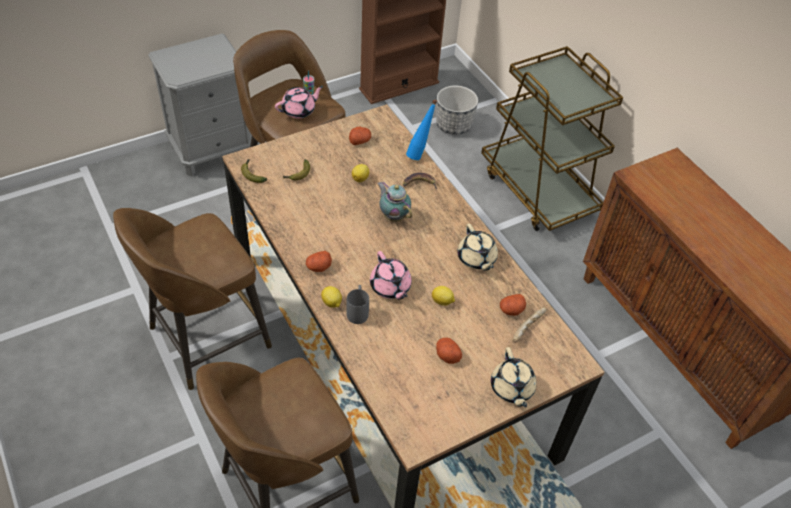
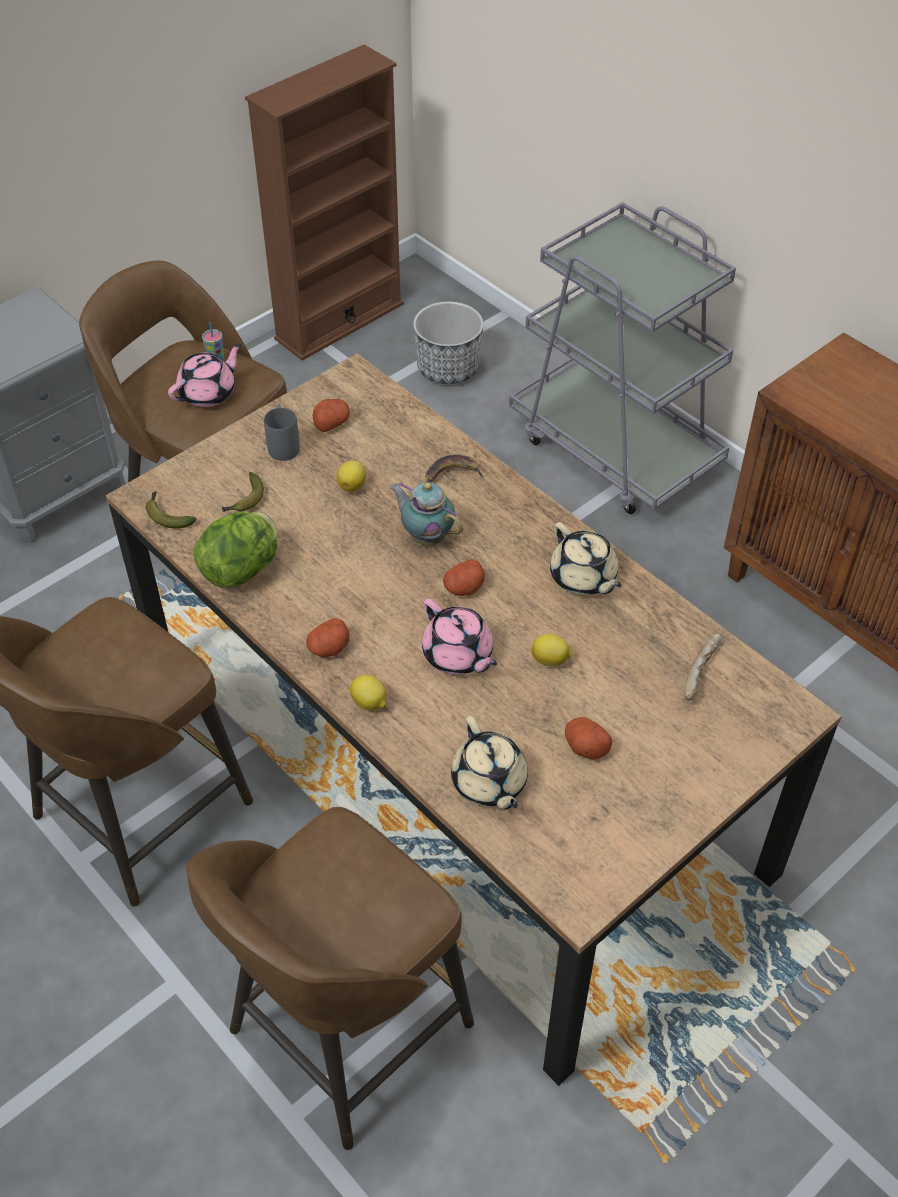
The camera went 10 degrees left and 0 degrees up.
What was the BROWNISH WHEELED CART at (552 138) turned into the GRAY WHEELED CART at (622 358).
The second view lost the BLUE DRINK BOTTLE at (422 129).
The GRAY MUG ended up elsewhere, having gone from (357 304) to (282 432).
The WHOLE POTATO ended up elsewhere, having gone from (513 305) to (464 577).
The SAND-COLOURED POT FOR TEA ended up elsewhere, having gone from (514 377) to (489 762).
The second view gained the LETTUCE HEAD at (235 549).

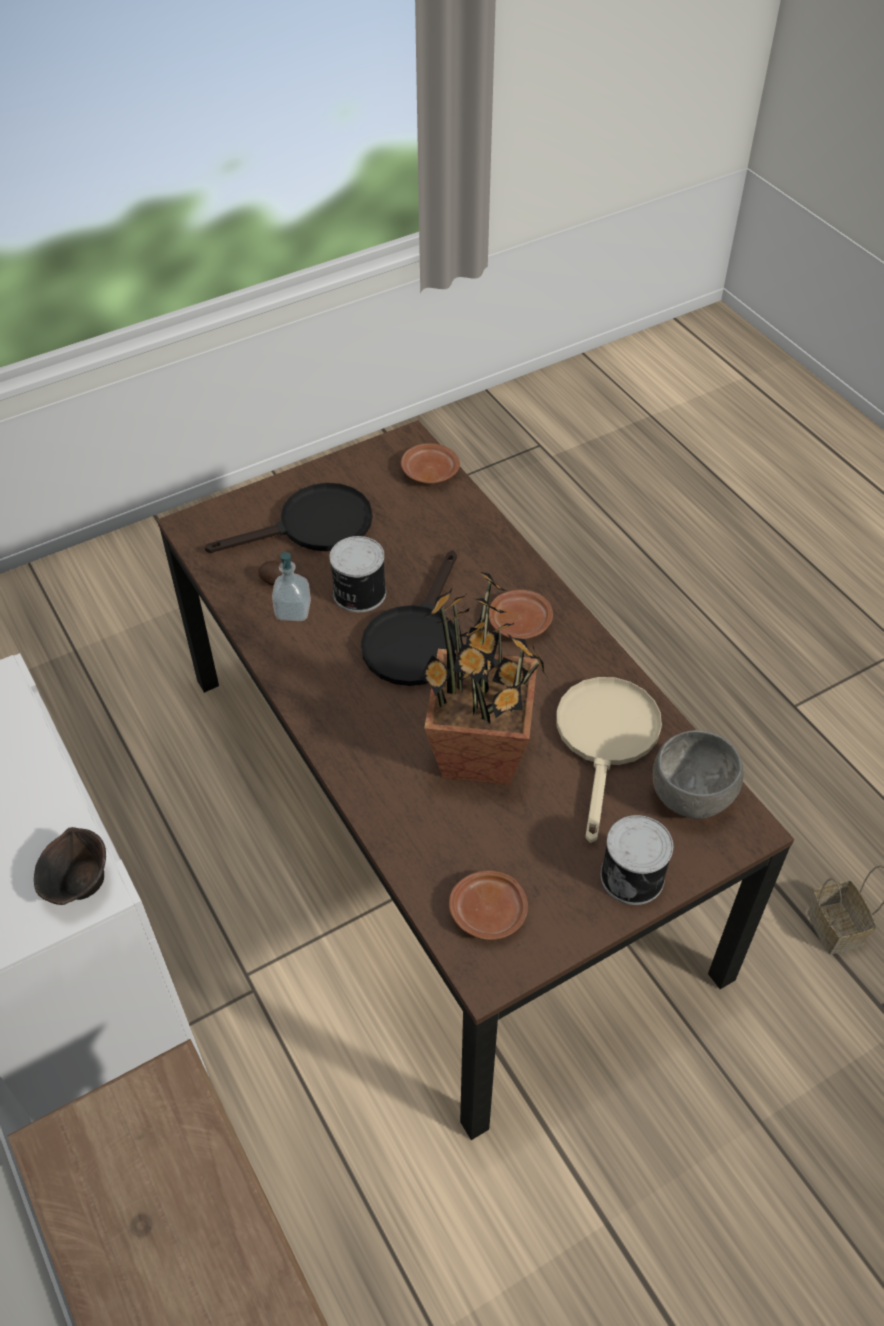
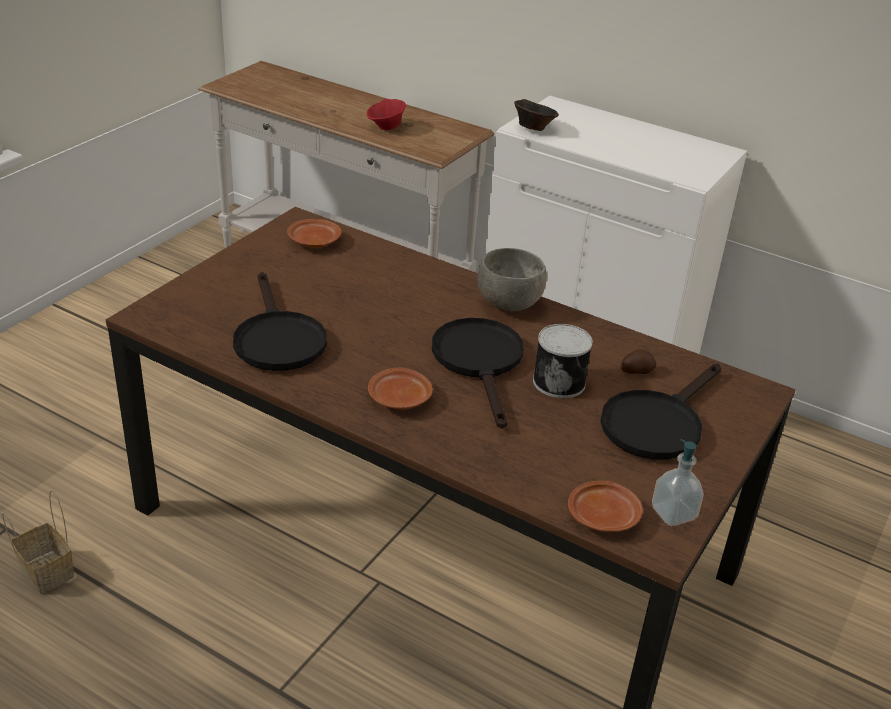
The camera went 150 degrees right and 15 degrees down.
The LIQUID SOAP BOTTLE ended up elsewhere, having gone from (291 586) to (678 482).
The second view lost the HOUSEPLANT at (484 678).
What was the SAND-COLOURED FRYING PAN at (609 760) turned into the BLACKISH FRYING PAN at (280 321).
The GRAY SERVING BOWL ended up elsewhere, having gone from (698 774) to (512 279).
The second view lost the SEALED CAN at (637 860).
The second view gained the REDDISH SERVING BOWL at (386 114).

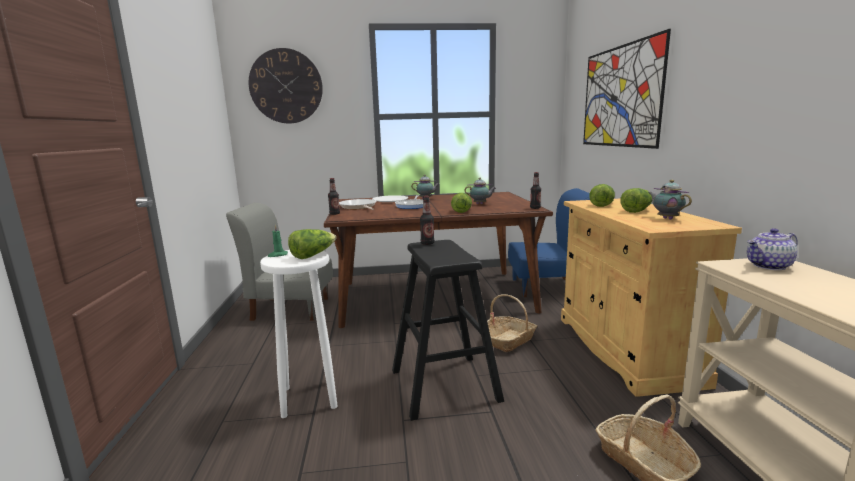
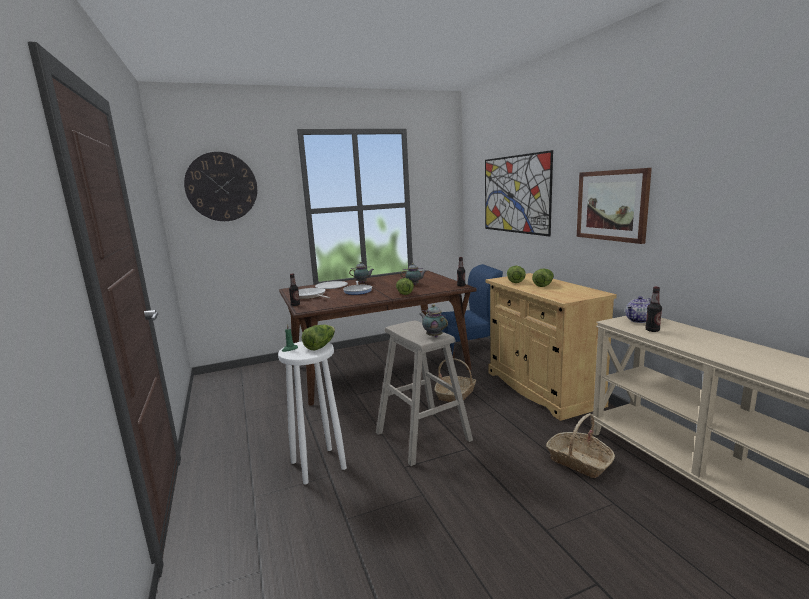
The camera went 15 degrees left and 0 degrees up.
The POT FOR TEA ended up elsewhere, having gone from (670 200) to (434 320).
The DRINK BOTTLE ended up elsewhere, having gone from (427 220) to (653 309).
The second view lost the GRAY UPRIGHT CHAIR at (279 262).
What was the BLACKISH STOOL at (448 330) turned into the SAND-COLOURED STOOL at (424 393).
The second view gained the WALL PICTURE at (614 206).

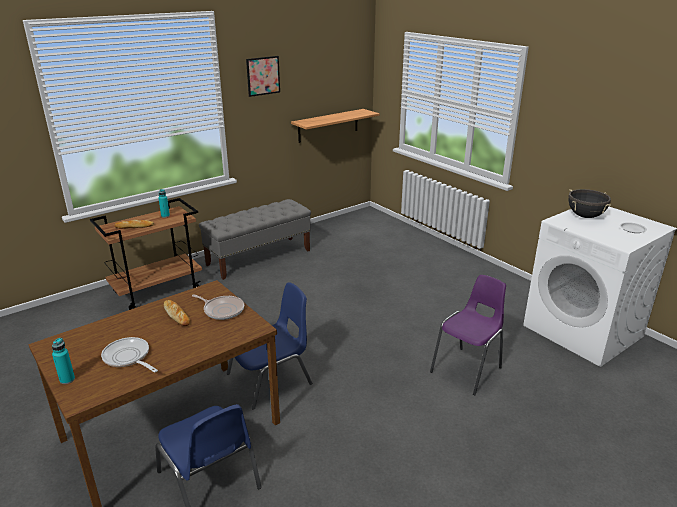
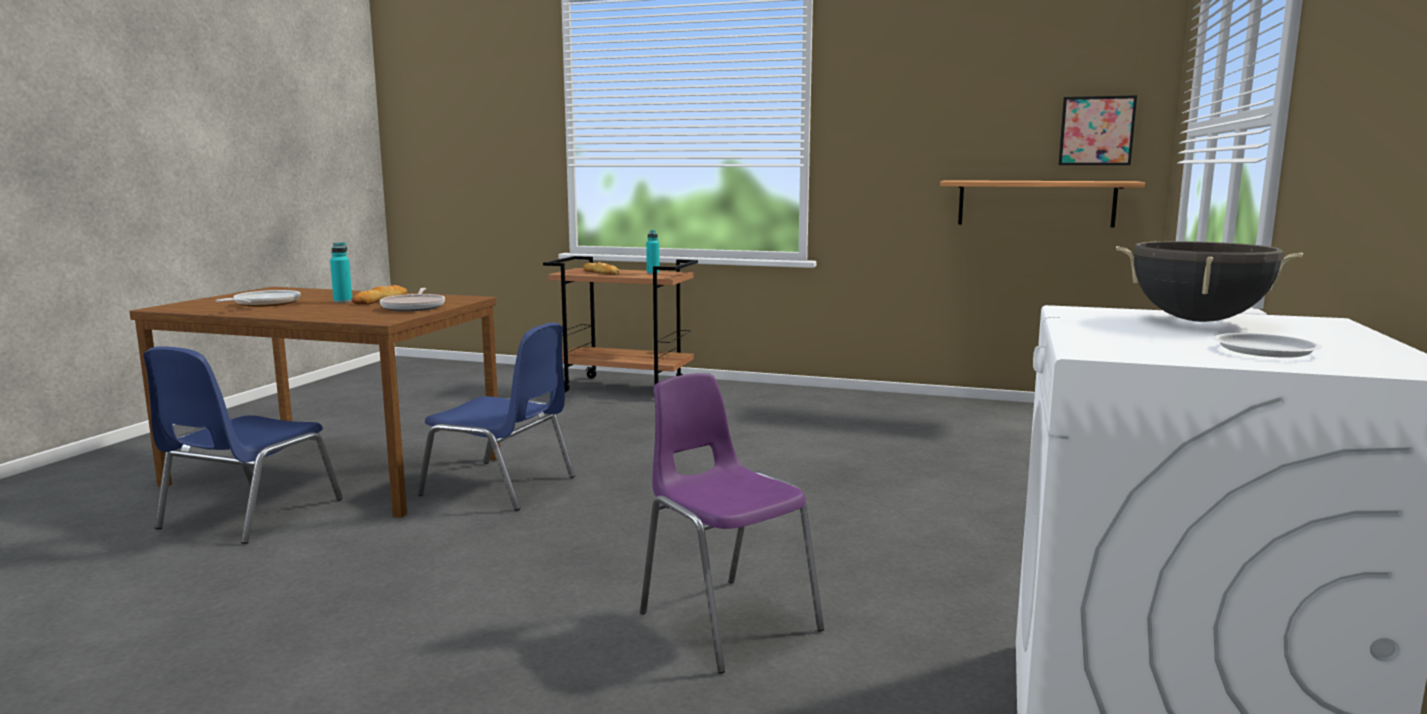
The camera went 55 degrees right and 15 degrees down.
The WALL PICTURE ended up elsewhere, having gone from (263 76) to (1098 130).
The second view lost the GRAY LONG SEAT at (255 239).
The PURPLISH UPRIGHT CHAIR at (468 335) ended up facing another way, 135 degrees counterclockwise from before.
The TURQUOISE-COLOURED DRINK BOTTLE ended up elsewhere, having gone from (63 361) to (341 272).

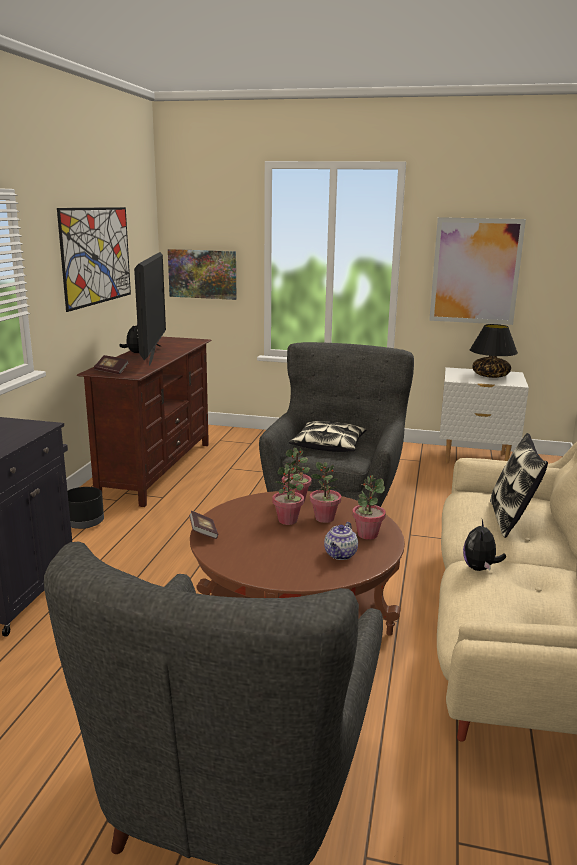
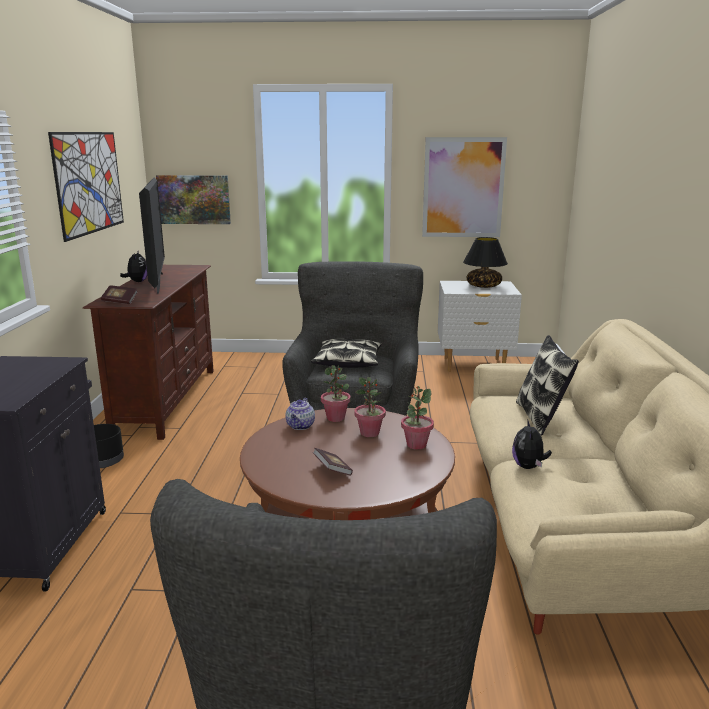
The camera went 10 degrees left and 0 degrees up.
The second view lost the HOUSEPLANT at (288 494).
The BOUND BOOK ended up elsewhere, having gone from (203 525) to (333 462).
The POT FOR TEA ended up elsewhere, having gone from (341 541) to (300 414).

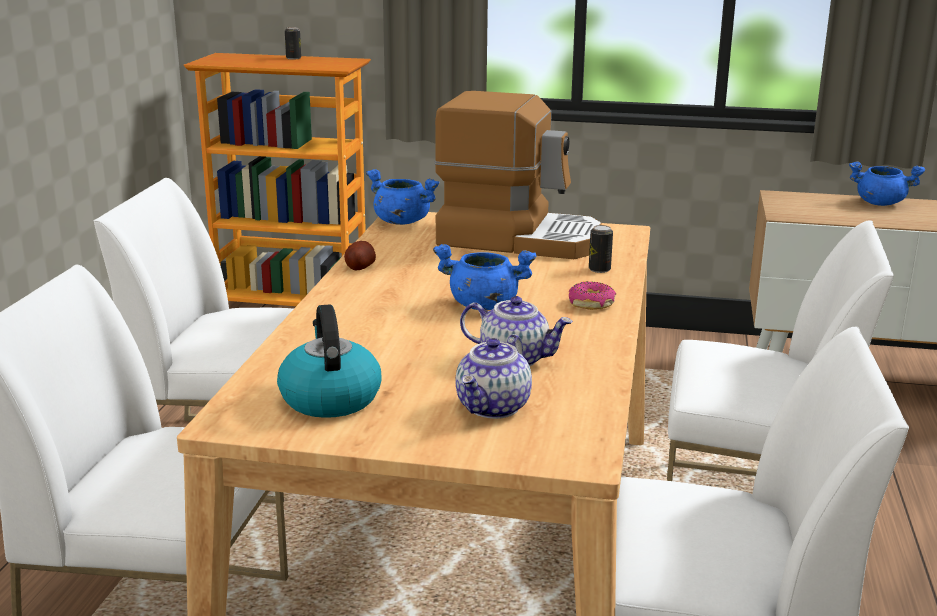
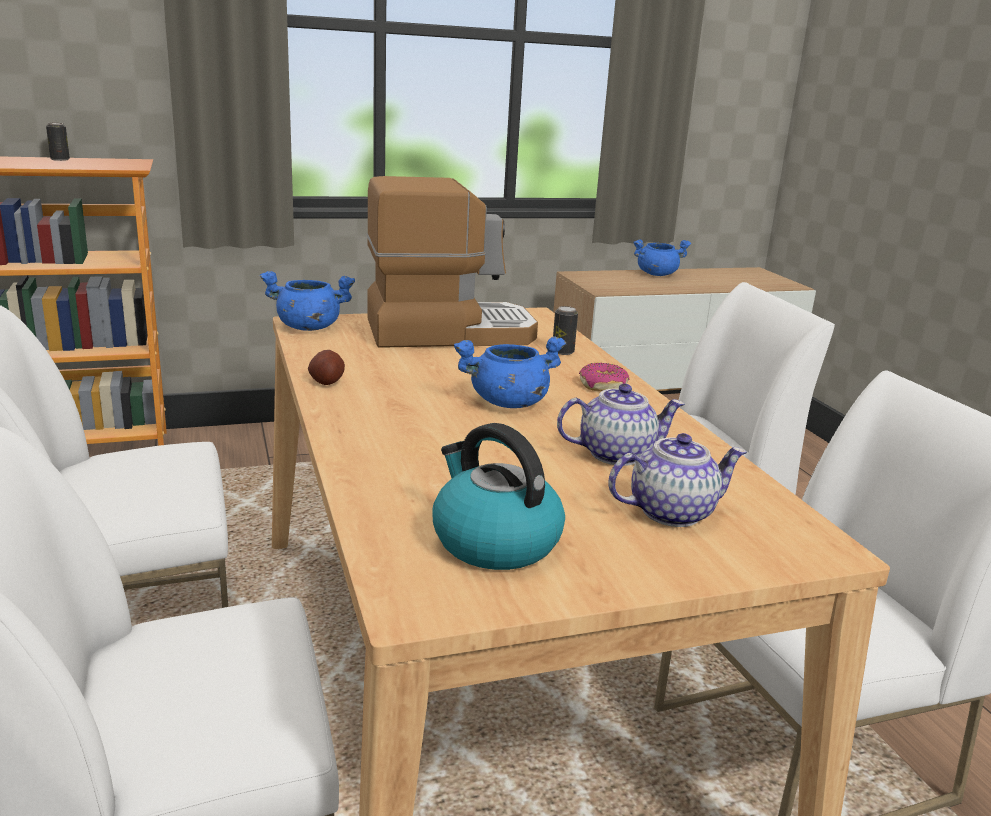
The camera went 30 degrees left and 0 degrees up.
The POT FOR TEA at (493 376) ended up facing another way, 105 degrees counterclockwise from before.

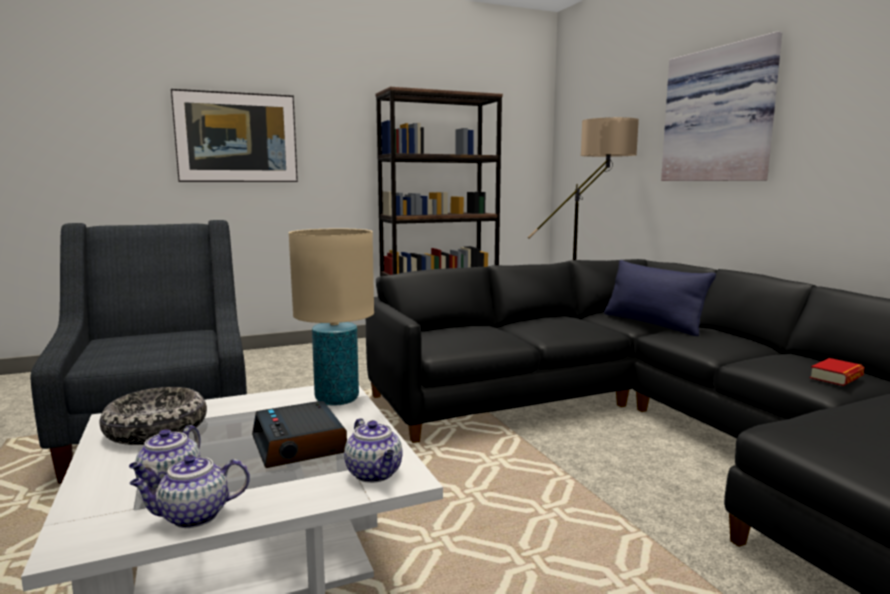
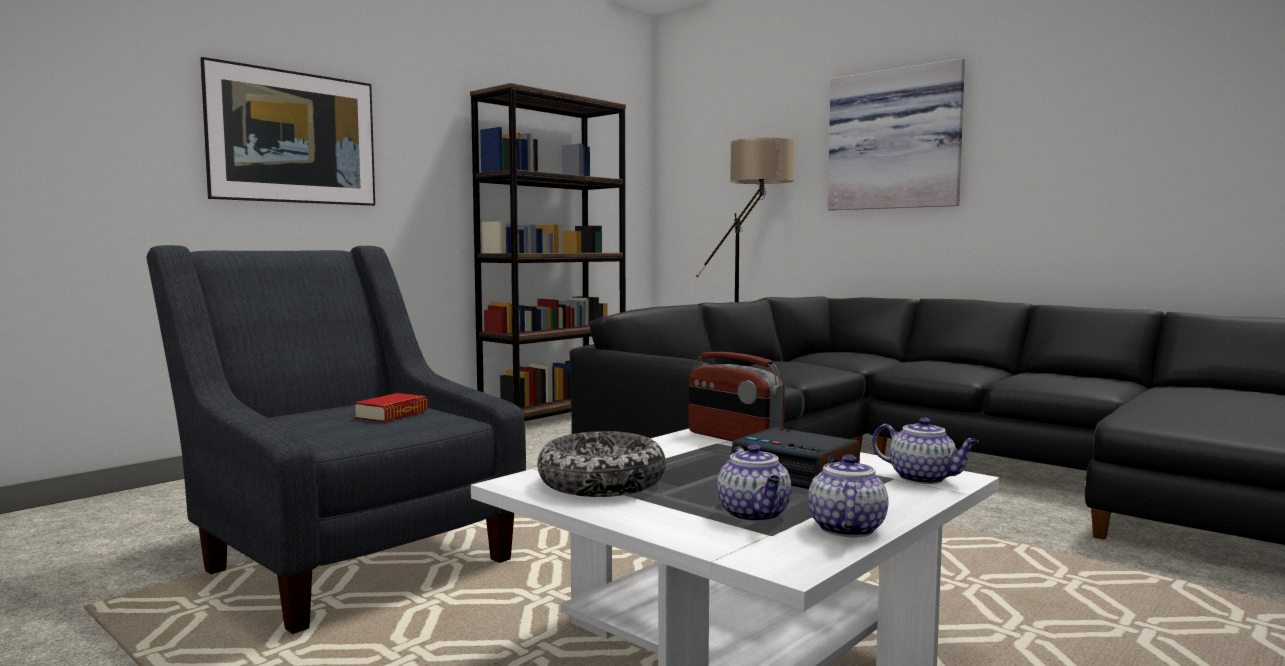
The camera went 25 degrees left and 5 degrees down.
Where the SAND-COLOURED TABLE LAMP stood at (331 317), the RADIO SET came to stand at (737 397).
The second view lost the BLUE PILLOW at (660 298).
The BOUND BOOK ended up elsewhere, having gone from (837 372) to (391 407).
The POT FOR TEA at (189 491) ended up facing another way, 150 degrees clockwise from before.

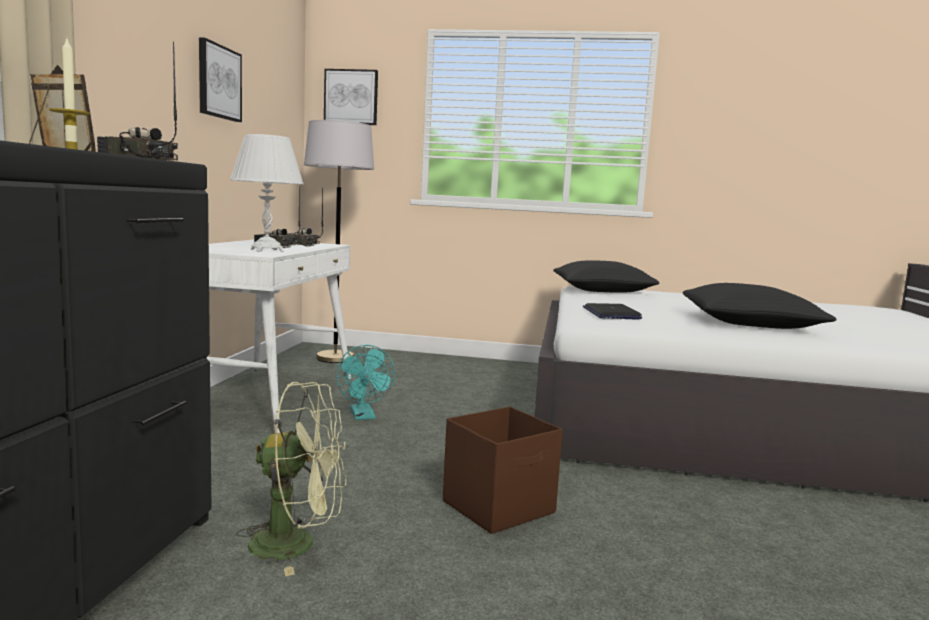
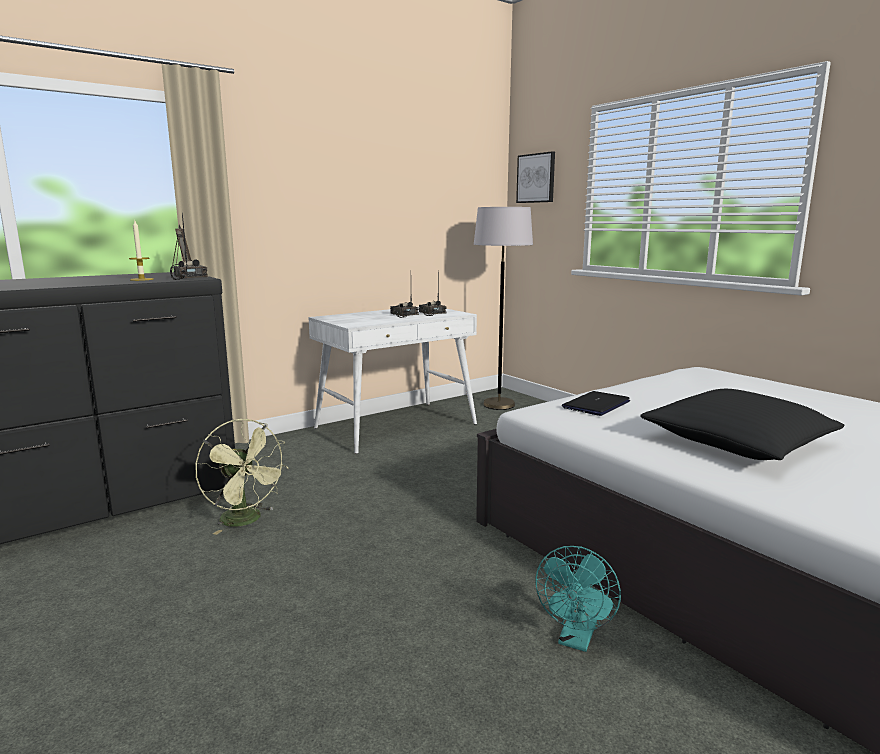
The camera went 45 degrees right and 5 degrees up.
The second view lost the WALL PICTURE at (220 79).
The second view lost the WHITE-COLOURED TABLE LAMP at (267 193).
The second view lost the BLACKISH PILLOW at (606 276).
The TURQUOISE-COLOURED ELECTRIC FAN ended up elsewhere, having gone from (365 382) to (578 599).
The second view lost the BROWNISH STORAGE CONTAINER at (503 470).

